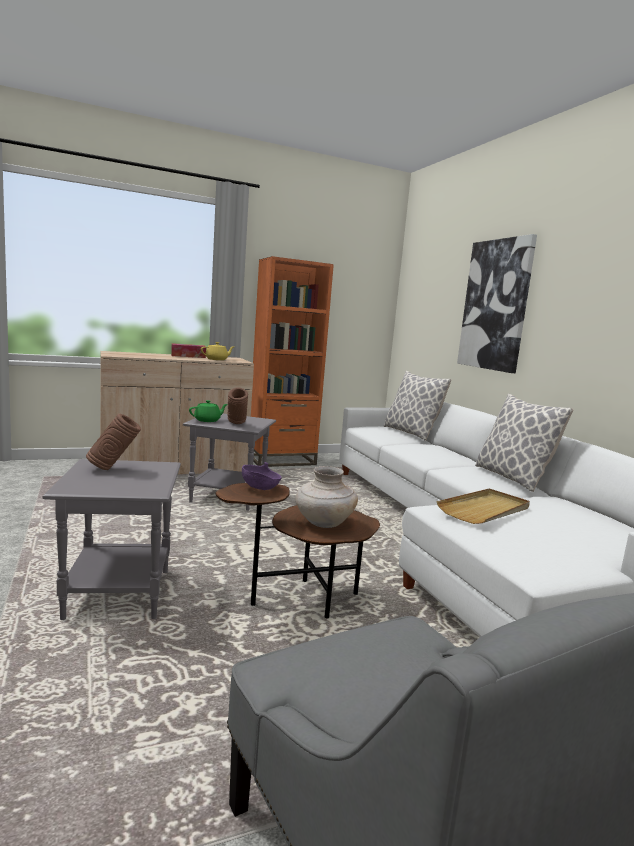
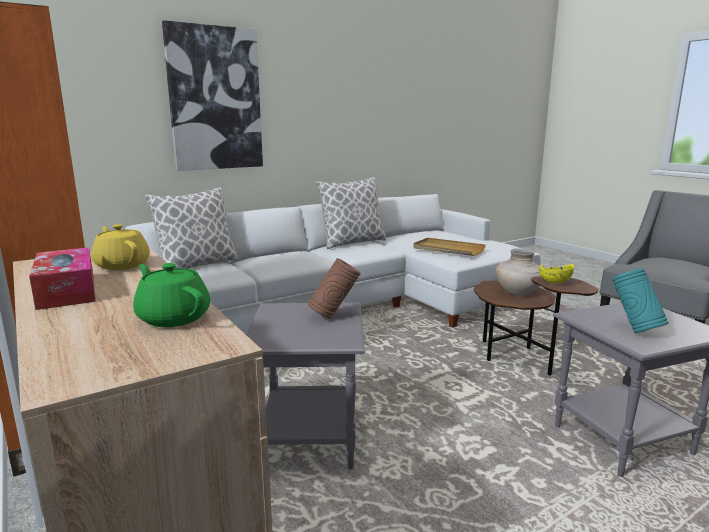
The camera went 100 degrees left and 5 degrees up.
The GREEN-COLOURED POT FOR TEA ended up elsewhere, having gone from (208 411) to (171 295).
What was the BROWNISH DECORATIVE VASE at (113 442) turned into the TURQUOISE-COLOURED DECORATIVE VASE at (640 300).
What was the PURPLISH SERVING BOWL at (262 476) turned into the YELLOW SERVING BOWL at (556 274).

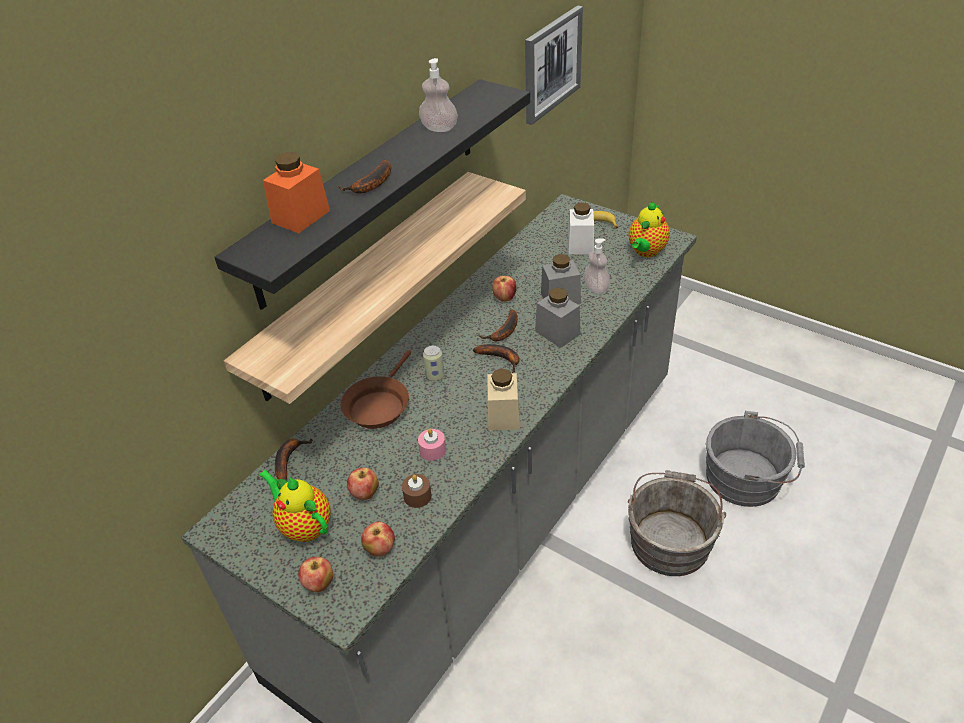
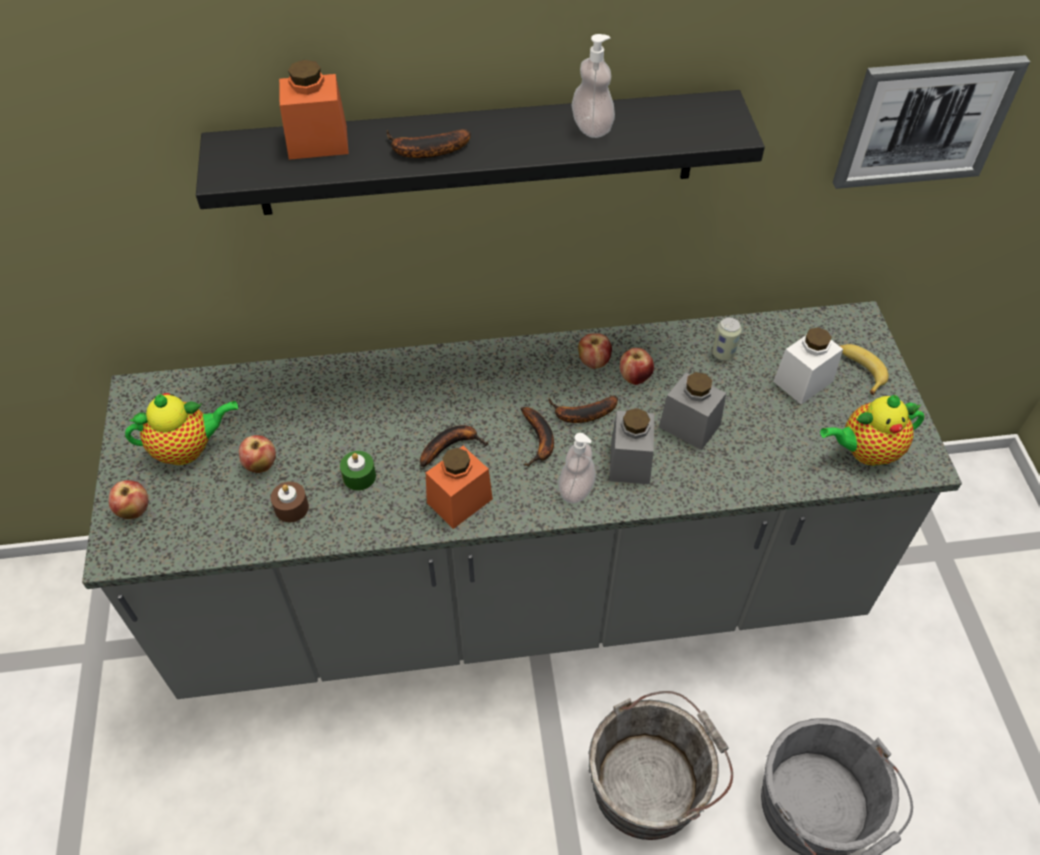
The camera went 45 degrees right and 10 degrees up.
The second view lost the WALL SHELF at (375 288).
The LIQUID SOAP BOTTLE ended up elsewhere, having gone from (597 266) to (577 468).
The SEALED CAN ended up elsewhere, having gone from (433 363) to (727 339).
The second view lost the BROWNISH FRYING PAN at (376 389).
What was the SAND-COLOURED JAR at (503 399) turned into the ORANGEY JAR at (459 487).
What was the PINKISH CANDLE at (432 445) turned into the GREEN-COLOURED CANDLE at (358 471).
The WHOLE BANANA ended up elsewhere, having gone from (294 459) to (454 446).
The POT FOR TEA at (295 506) ended up facing another way, 75 degrees clockwise from before.
The WHOLE APPLE ended up elsewhere, having gone from (378 539) to (595 351).

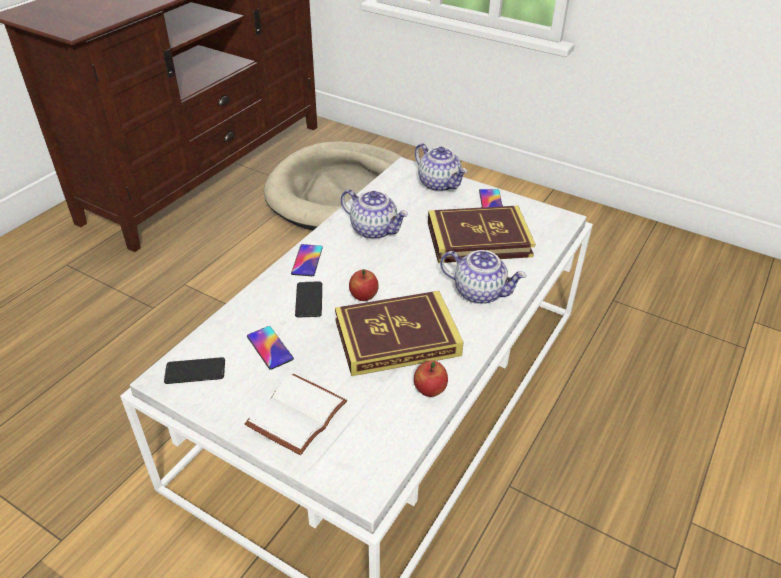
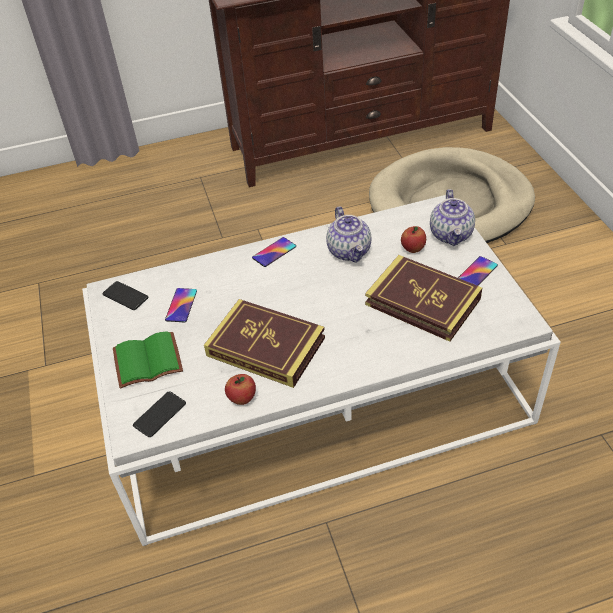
The camera went 45 degrees right and 5 degrees up.
The second view lost the POT FOR TEA at (483 277).
The WHOLE APPLE ended up elsewhere, having gone from (364 285) to (413 239).
The HANDSET ended up elsewhere, having gone from (308 299) to (159 414).
What was the WHITE-COLOURED BOUND BOOK at (296 414) turned into the GREEN-COLOURED BOUND BOOK at (148 360).

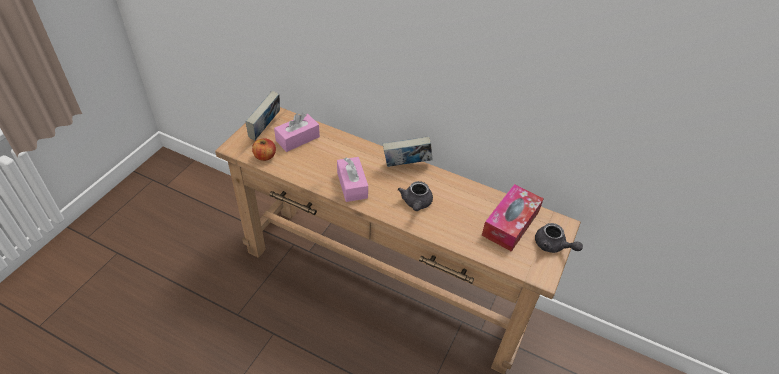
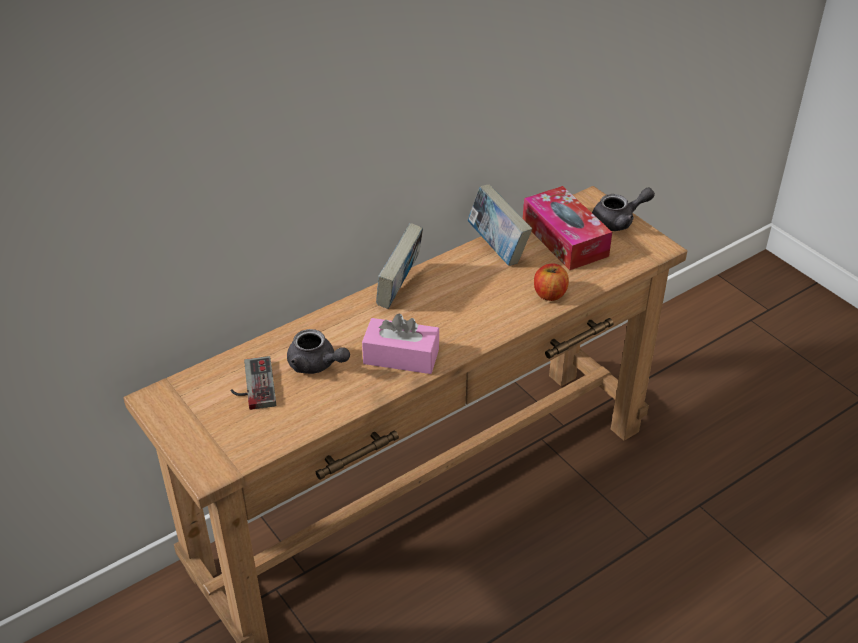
The camera went 60 degrees left and 5 degrees down.
The BOUND BOOK ended up elsewhere, having gone from (262 115) to (499 225).
Where the PINKISH TISSUE BOX stood at (297 132), the JOYPAD came to stand at (253 383).
The WHOLE APPLE ended up elsewhere, having gone from (264 149) to (551 282).
The GRAY POT FOR TEA ended up elsewhere, having gone from (415 196) to (318 351).

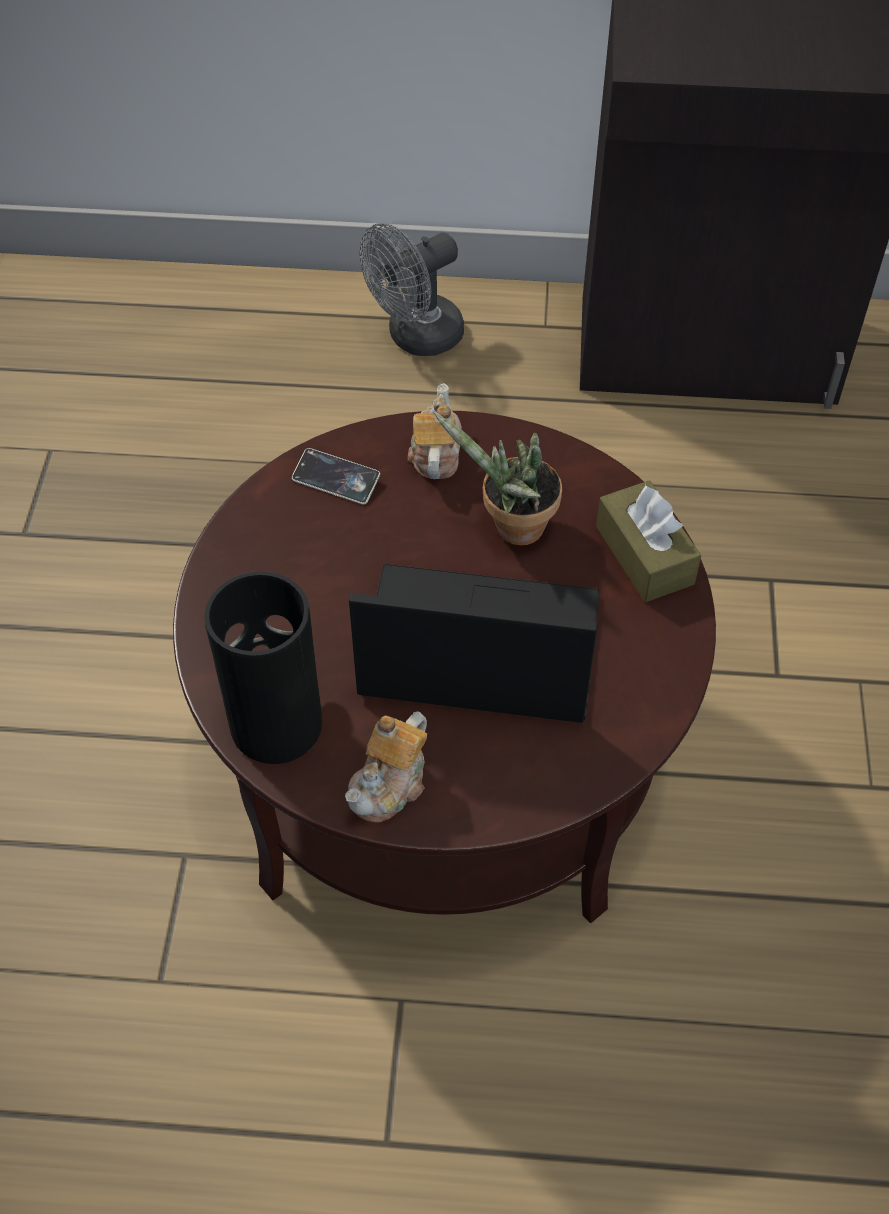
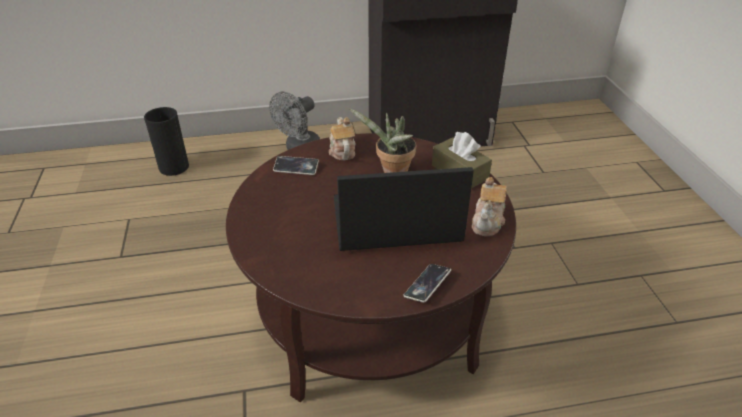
The camera went 15 degrees left and 15 degrees down.
The DECORATIVE VASE ended up elsewhere, having gone from (263 667) to (166 141).
The POT FOR TEA ended up elsewhere, having gone from (386 767) to (489 207).
The second view gained the HANDSET at (427 283).

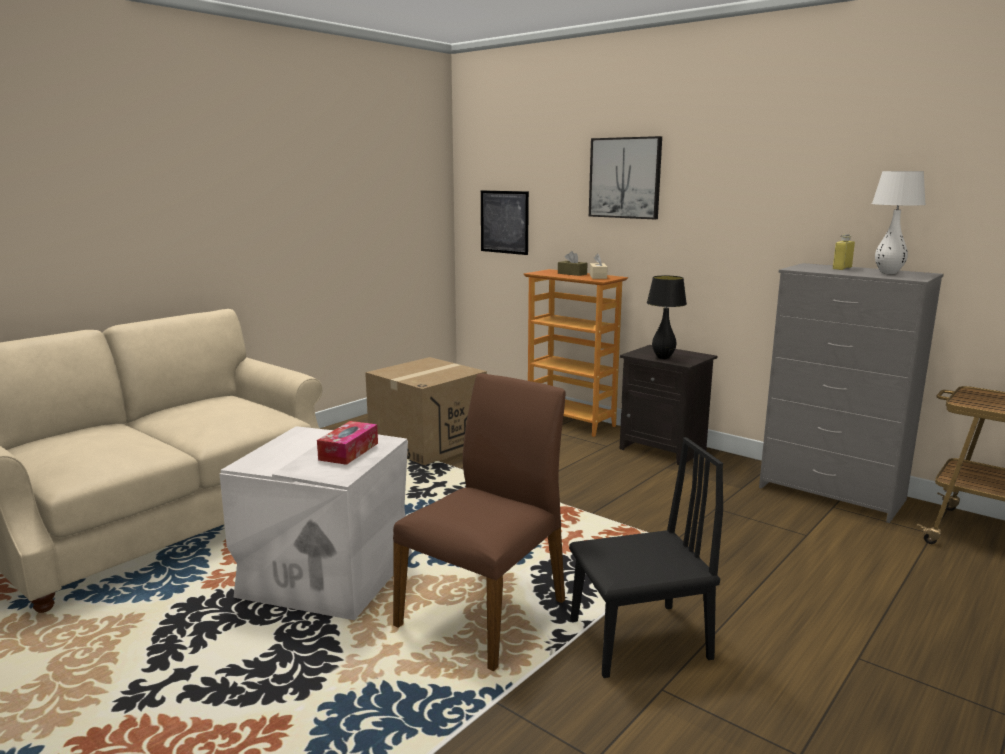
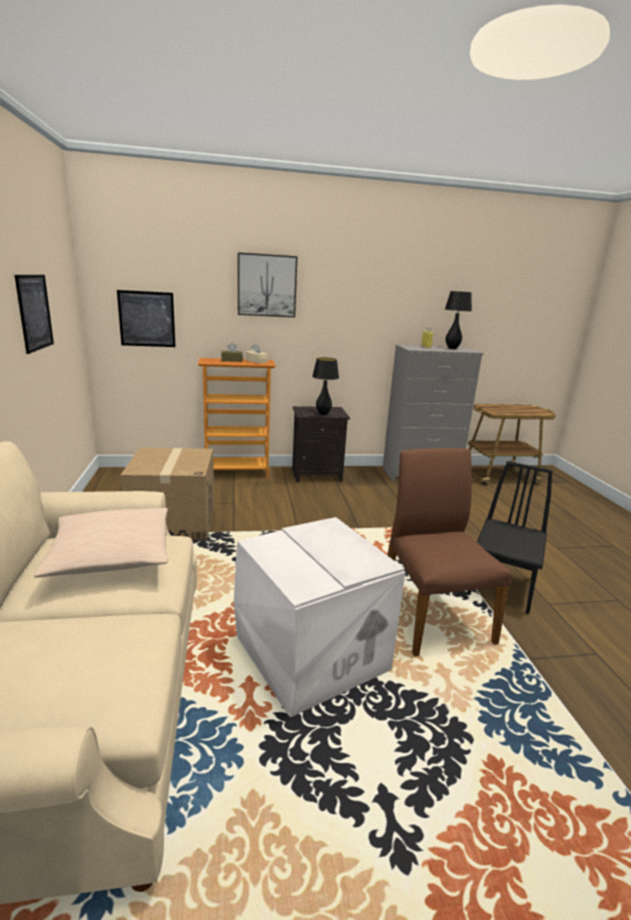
The camera went 50 degrees left and 5 degrees up.
What was the WHITE-COLOURED TABLE LAMP at (899 222) turned into the BLACKISH TABLE LAMP at (458 320).
The second view lost the TISSUE BOX at (347 443).
The second view gained the WALL PICTURE at (34 314).
The second view gained the SAND-COLOURED PILLOW at (101 542).

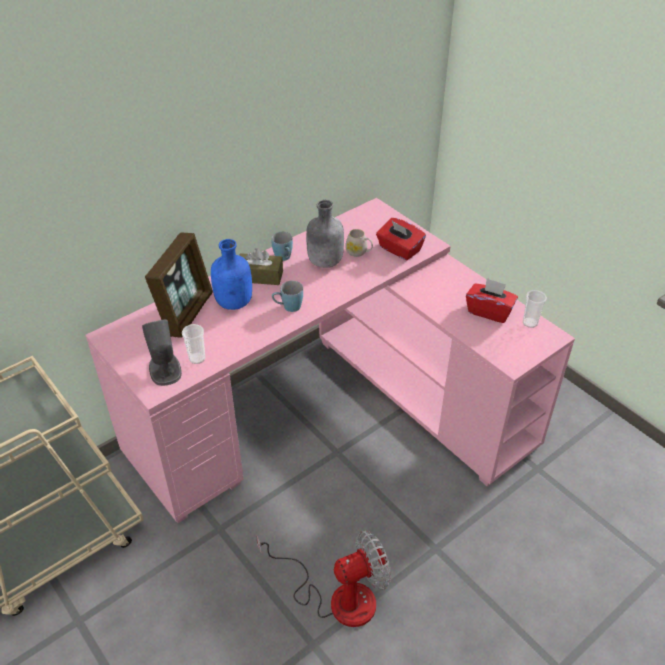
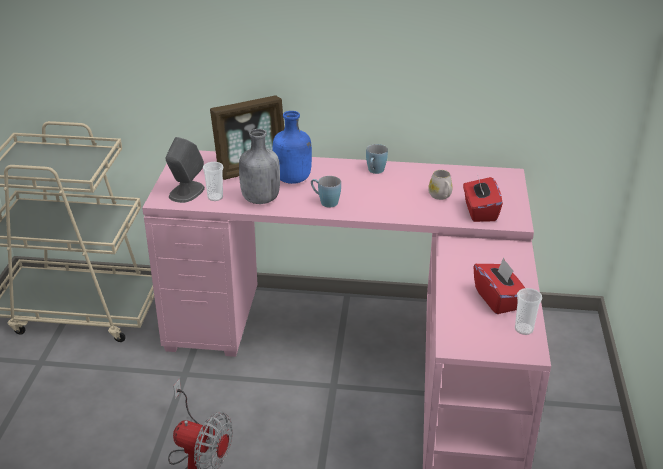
The camera went 45 degrees right and 10 degrees down.
The GRAY DRINK BOTTLE ended up elsewhere, having gone from (325 234) to (259 166).
The second view lost the BROWNISH TISSUE BOX at (261 266).

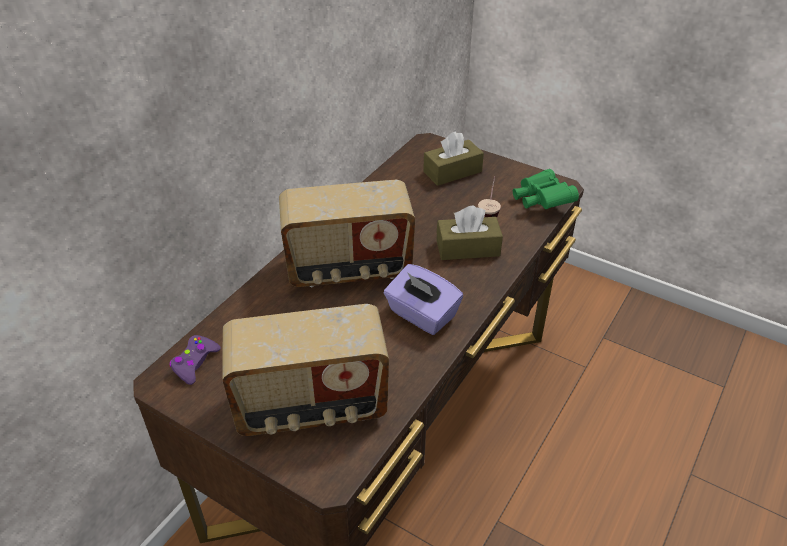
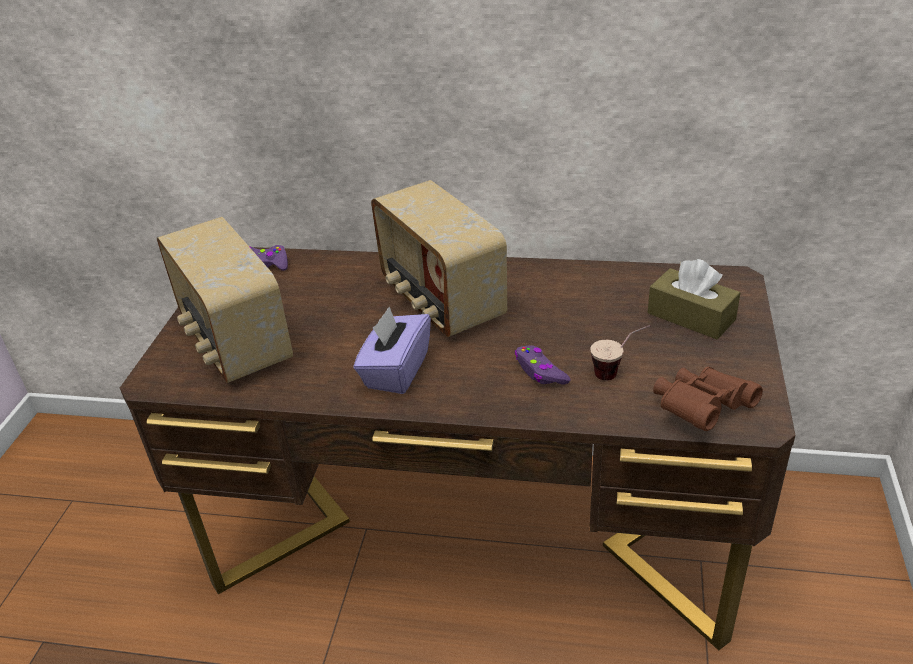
The camera went 70 degrees right and 5 degrees down.
What was the GREEN-COLOURED FIELD GLASSES at (546 189) turned into the BROWNISH FIELD GLASSES at (708 399).
Where the BROWNISH TISSUE BOX stood at (470 232), the PURPLISH JOYPAD came to stand at (542 365).

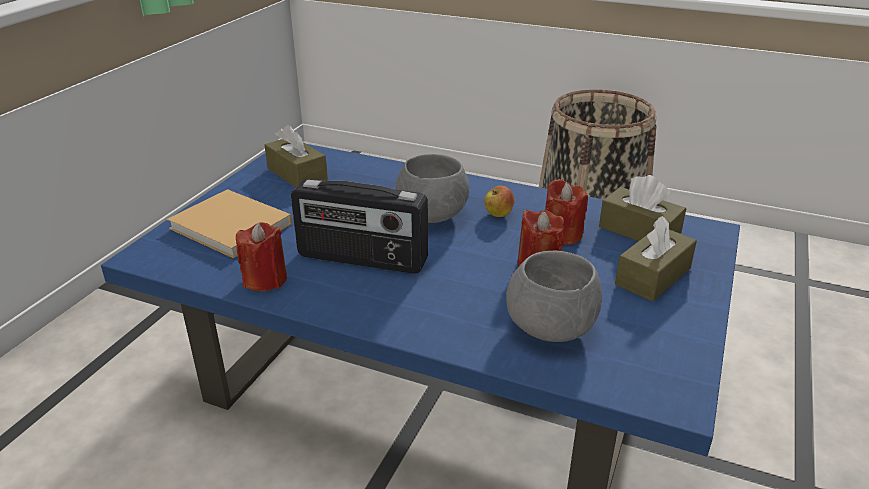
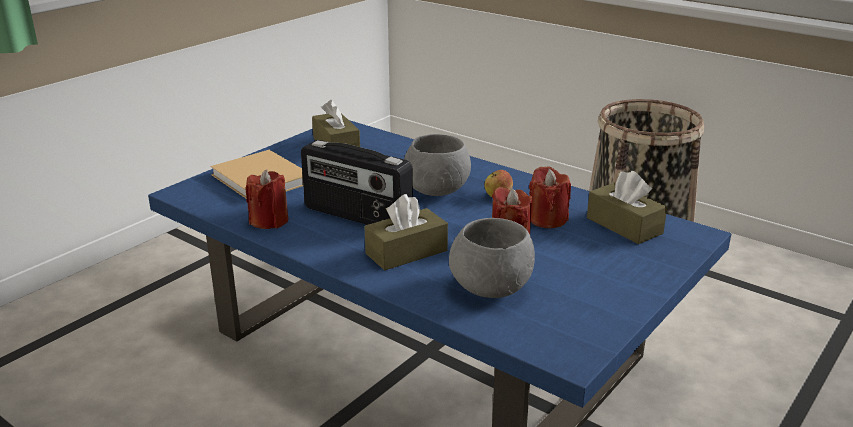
The camera went 15 degrees right and 5 degrees down.
The BROWNISH TISSUE BOX ended up elsewhere, having gone from (656 259) to (406 232).

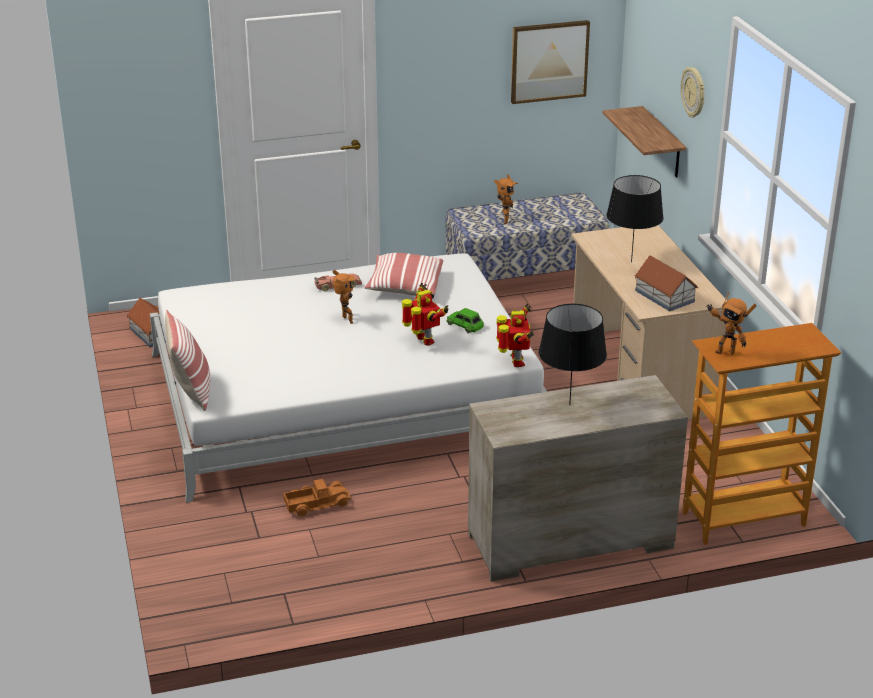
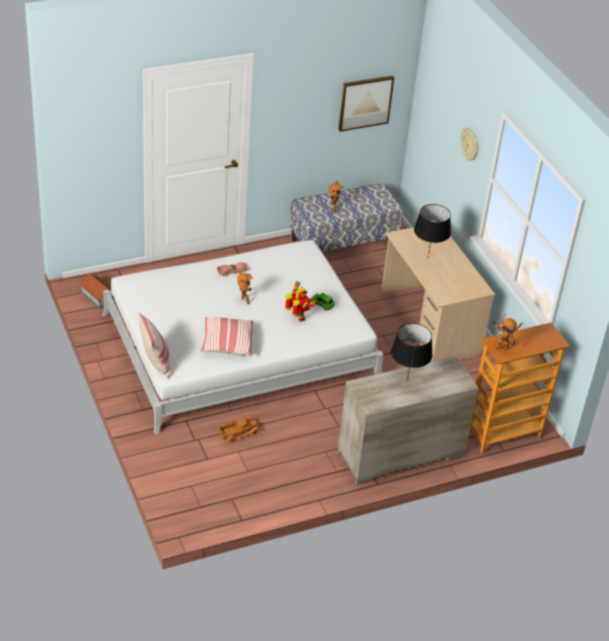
The camera went 10 degrees left and 10 degrees up.
The second view lost the WALL SHELF at (644 141).
The PILLOW ended up elsewhere, having gone from (403 274) to (226 336).
The second view lost the MODEL HOUSE at (666 283).
The second view lost the TOY ROBOT at (515 335).

